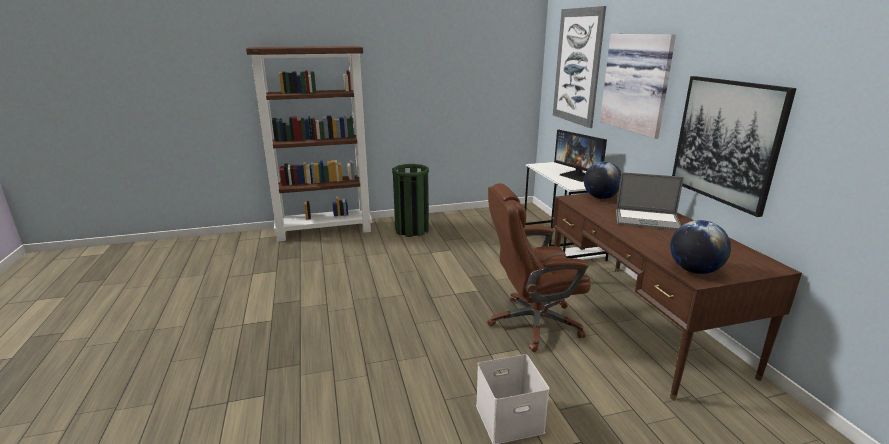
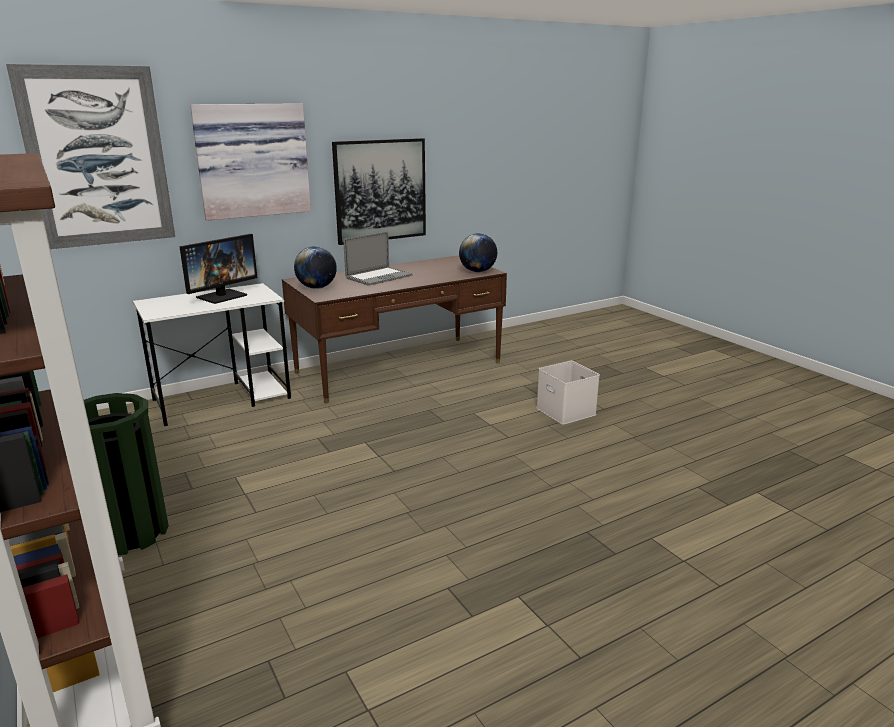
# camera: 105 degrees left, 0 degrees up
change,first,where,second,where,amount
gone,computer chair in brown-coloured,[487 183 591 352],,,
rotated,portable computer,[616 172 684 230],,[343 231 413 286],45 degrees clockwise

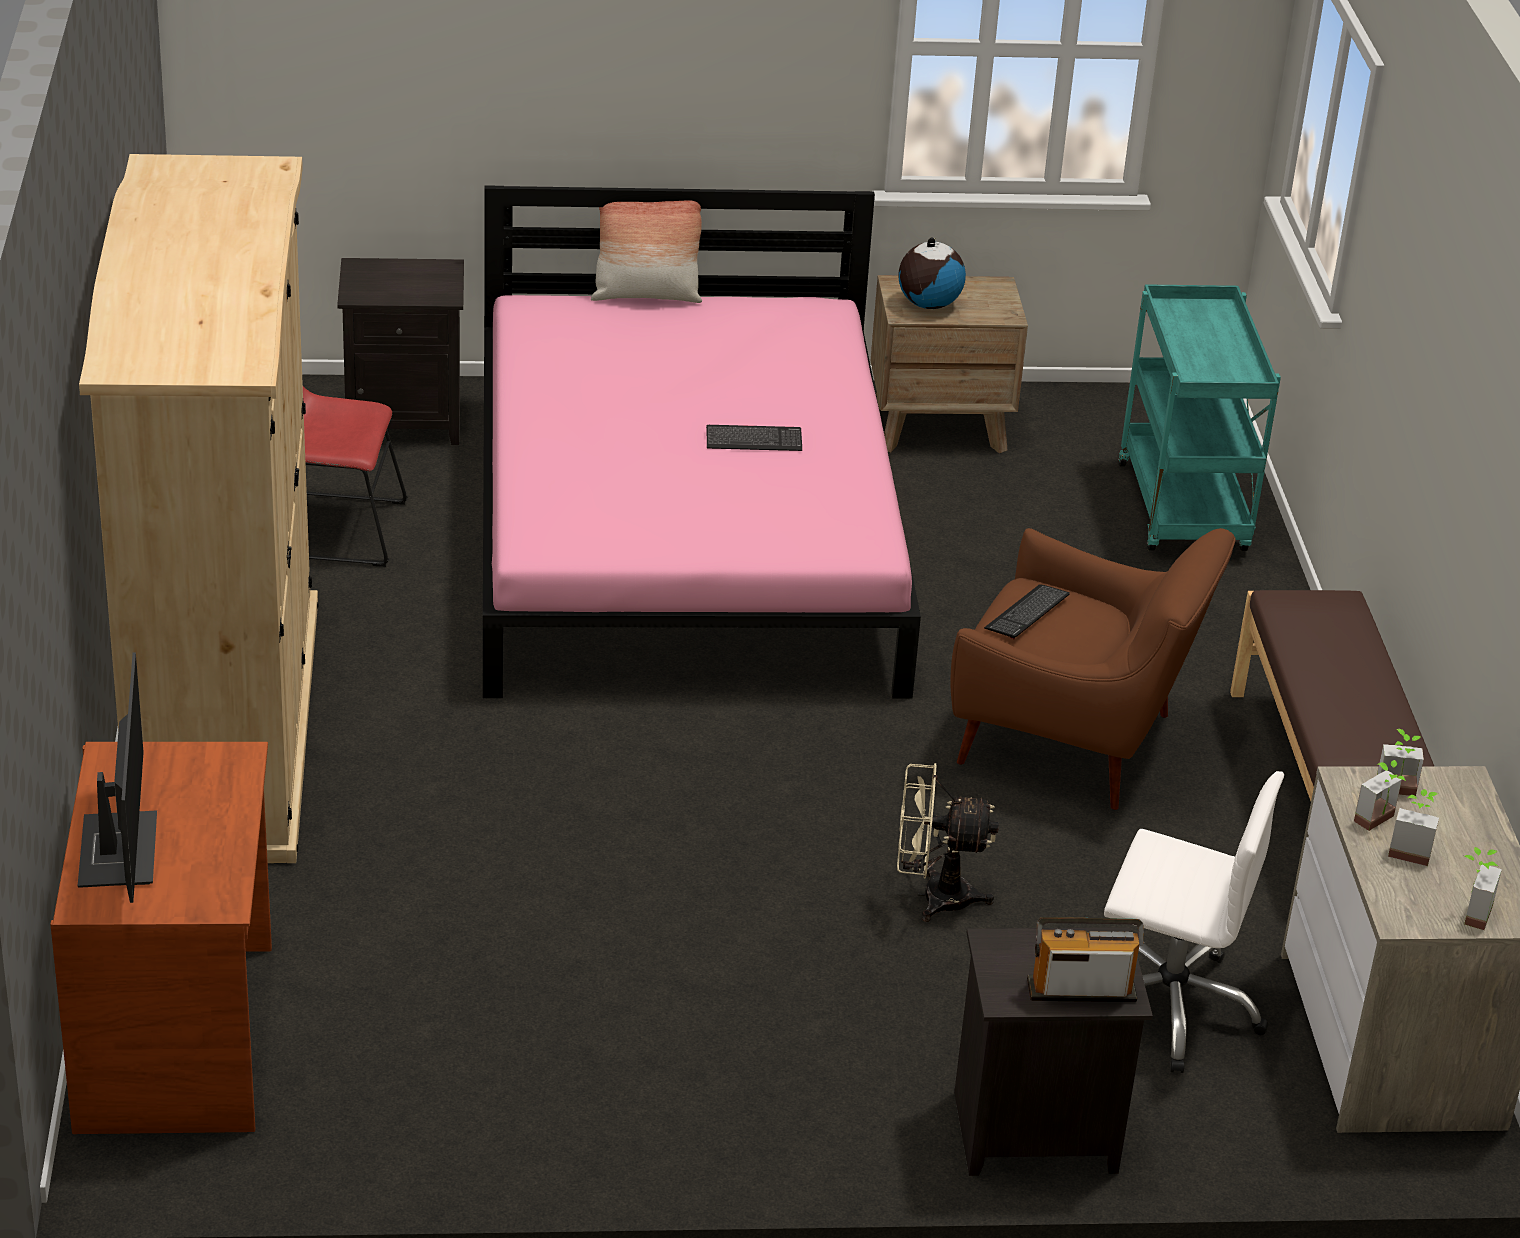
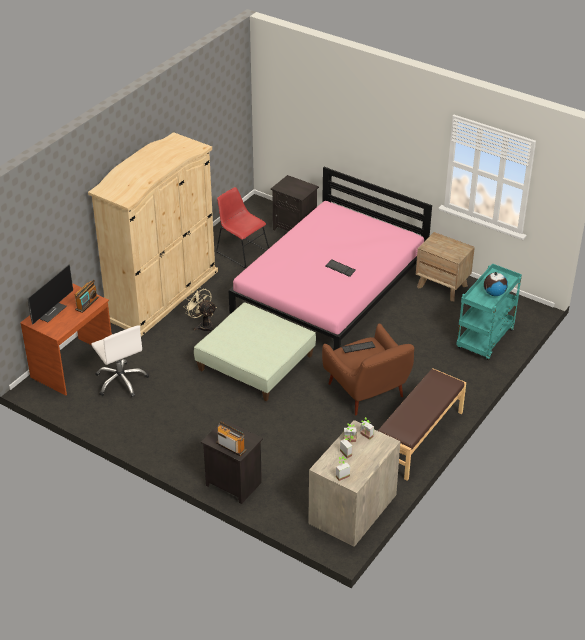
# camera: 40 degrees right, 5 degrees up
change,first,where,second,where,amount
gone,throw pillow,[591 200 702 303],,,
shifted,fan in sand-coloured,[897 763 999 922],,[183 287 217 331],
shifted,desk globe,[898 237 966 309],,[484 272 508 296],
shifted,computer chair in white,[1104 771 1284 1073],,[91 325 149 397],
new,,,radio,[75 280 99 313],
new,,,footrest in green-coloured,[194 302 316 401],

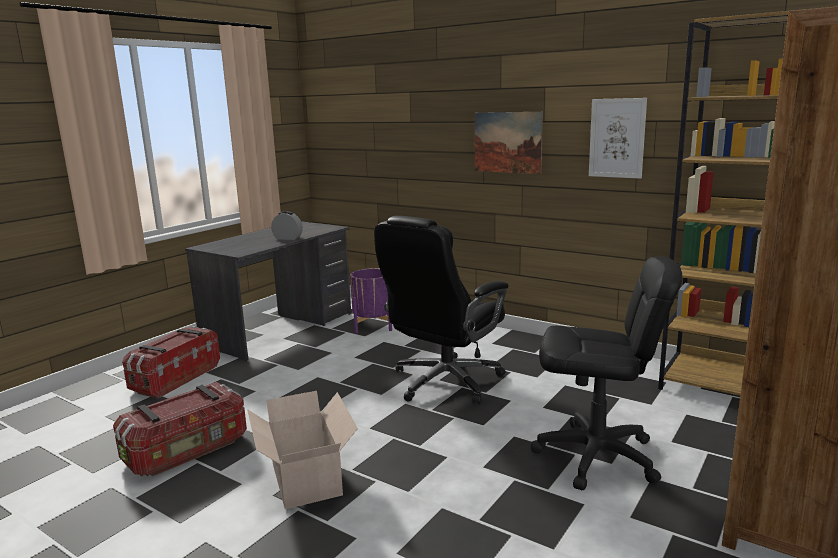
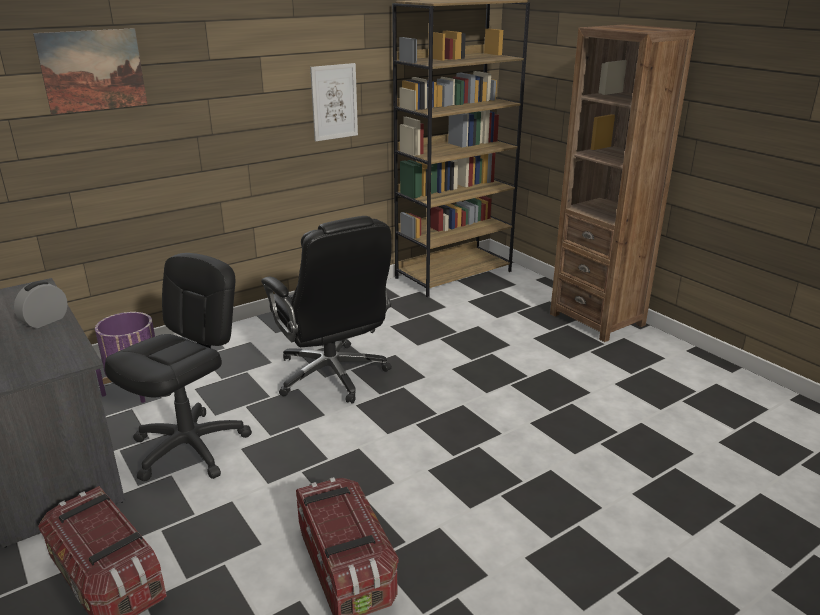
# camera: 70 degrees left, 10 degrees up
change,first,where,second,where,amount
gone,packing box,[247 391 358 509],,,
shifted,picture,[475 112 543 174],,[33 28 147 115],
shifted,computer chair in black,[531 256 682 490],,[105 253 252 481],

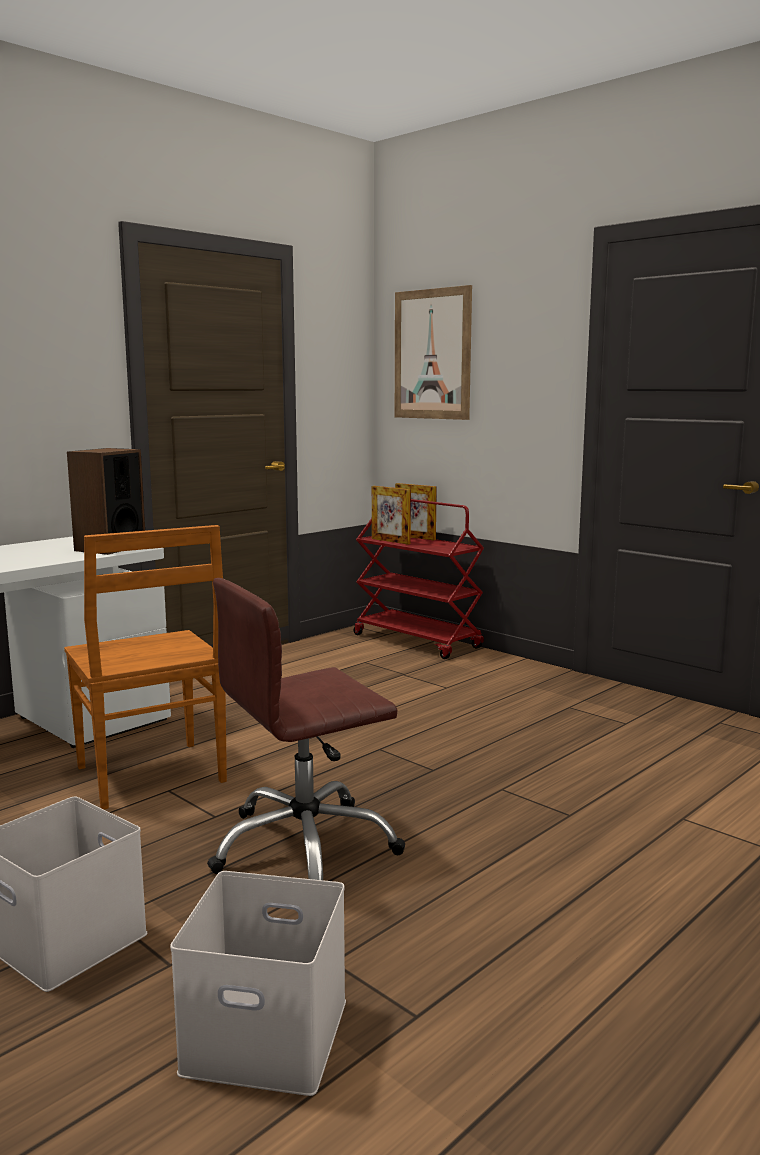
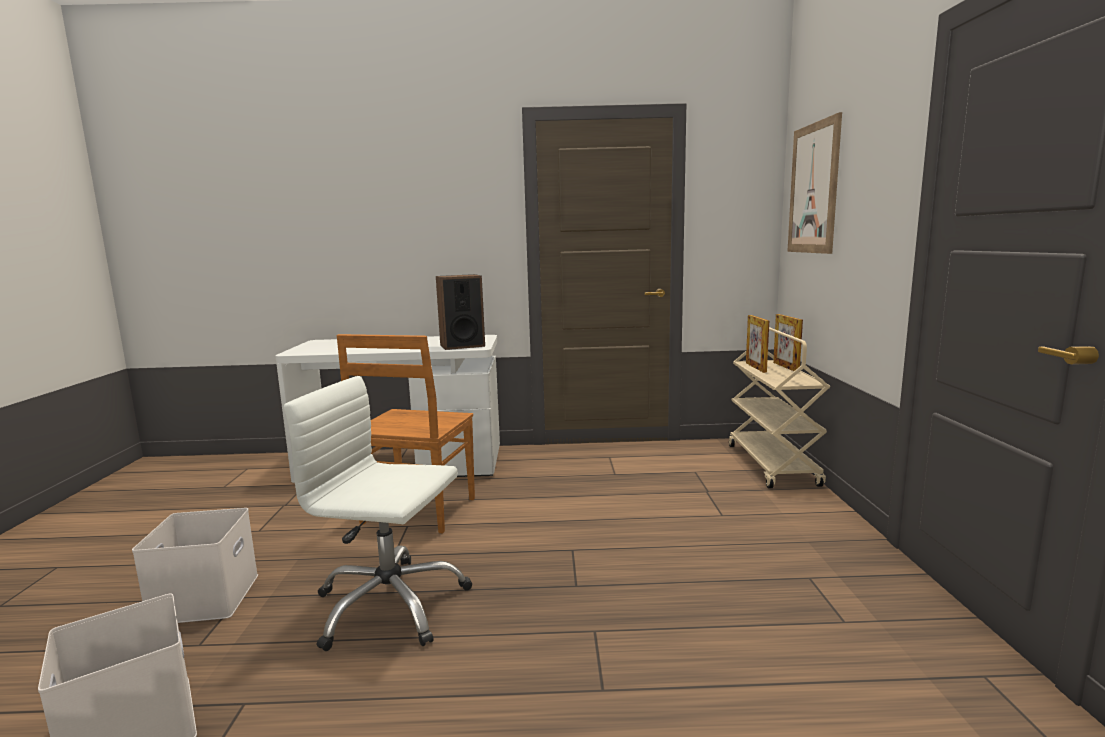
# camera: 45 degrees right, 0 degrees up
change,first,where,second,where,amount
repainted,computer chair in brown-coloured,[207 578 405 880],computer chair in white,[284 376 472 651],
repainted,wheeled cart in reddish,[354 499 484 659],wheeled cart in sand-coloured,[729 327 830 488],

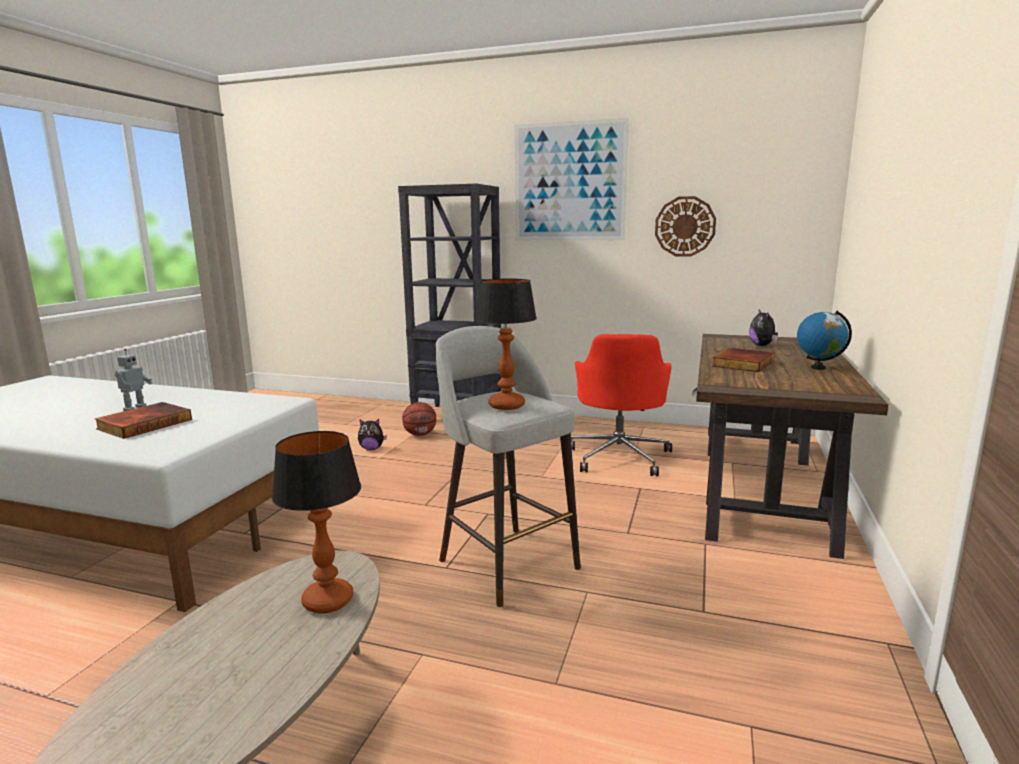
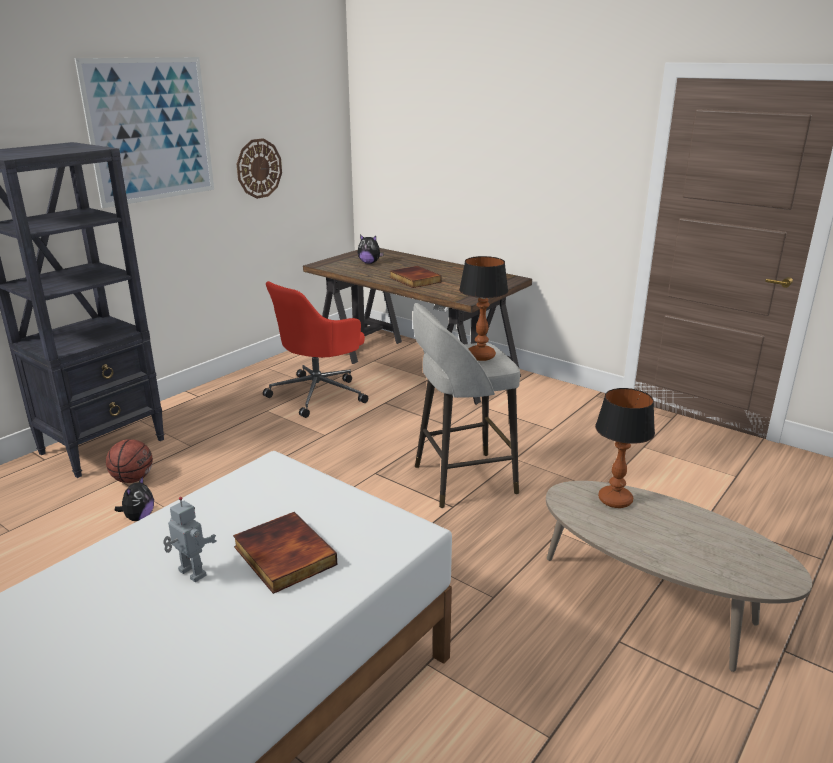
# camera: 70 degrees left, 10 degrees up
change,first,where,second,where,amount
rotated,computer chair in reddish,[571 334 672 476],,[263 281 368 418],105 degrees clockwise
gone,desk globe,[797 311 852 370],,,

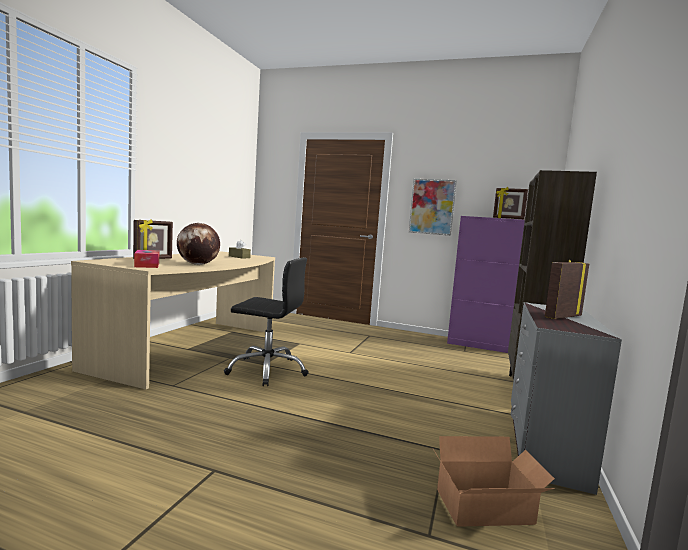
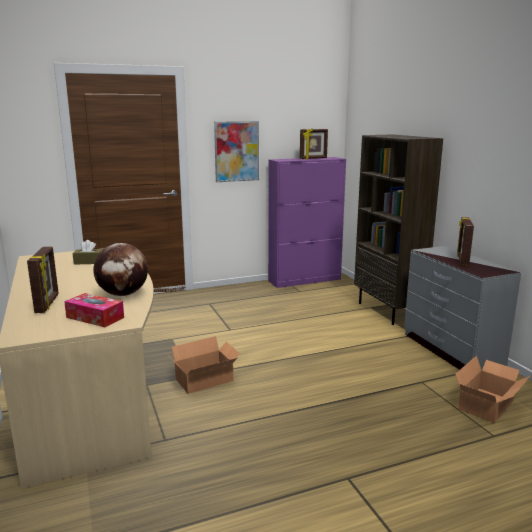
# camera: 40 degrees left, 10 degrees up
change,first,where,second,where,amount
swapped,computer chair in black,[224 258 309 386],packing box,[170 336 239 394],

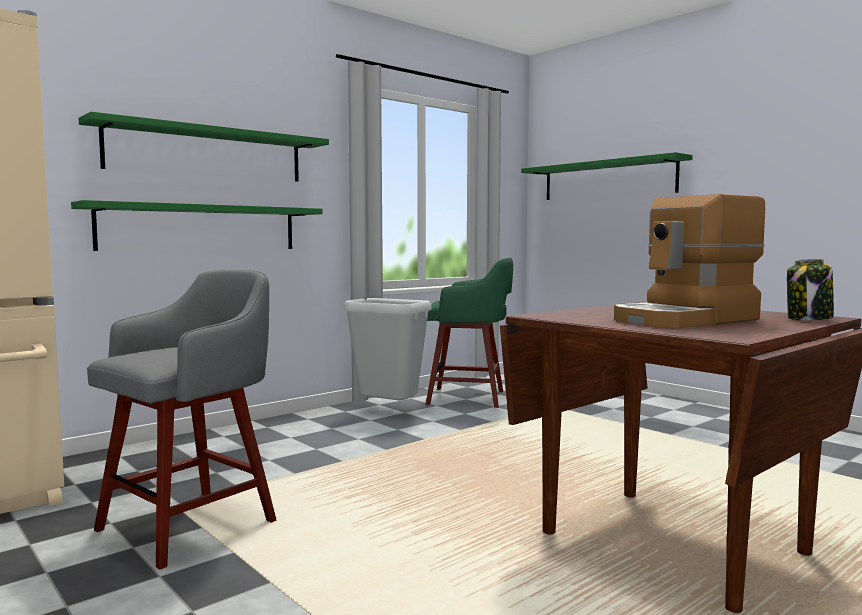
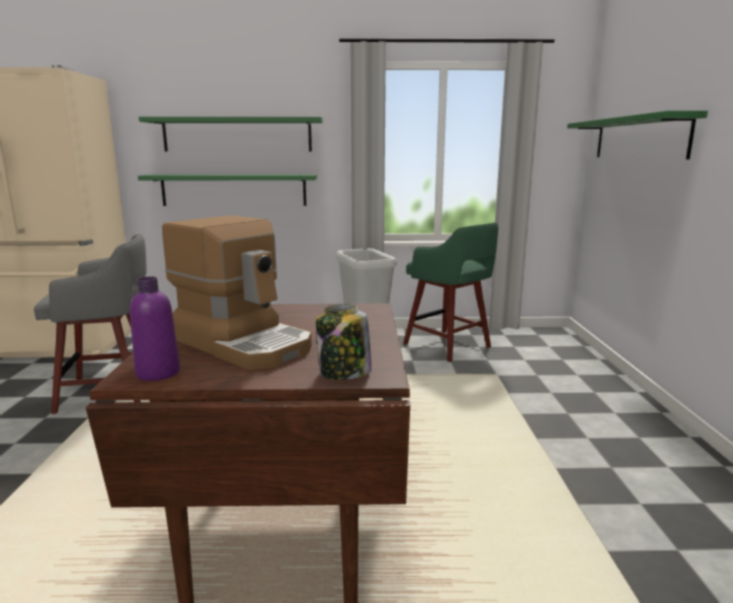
# camera: 40 degrees right, 10 degrees up
change,first,where,second,where,amount
rotated,coffee maker,[614 194 765 328],,[162 215 312 370],150 degrees counterclockwise
new,,,bottle in purplish,[130 276 180 381],

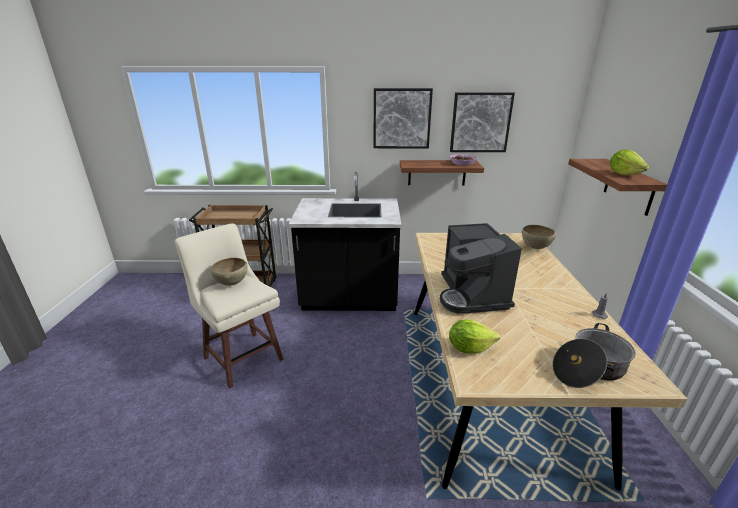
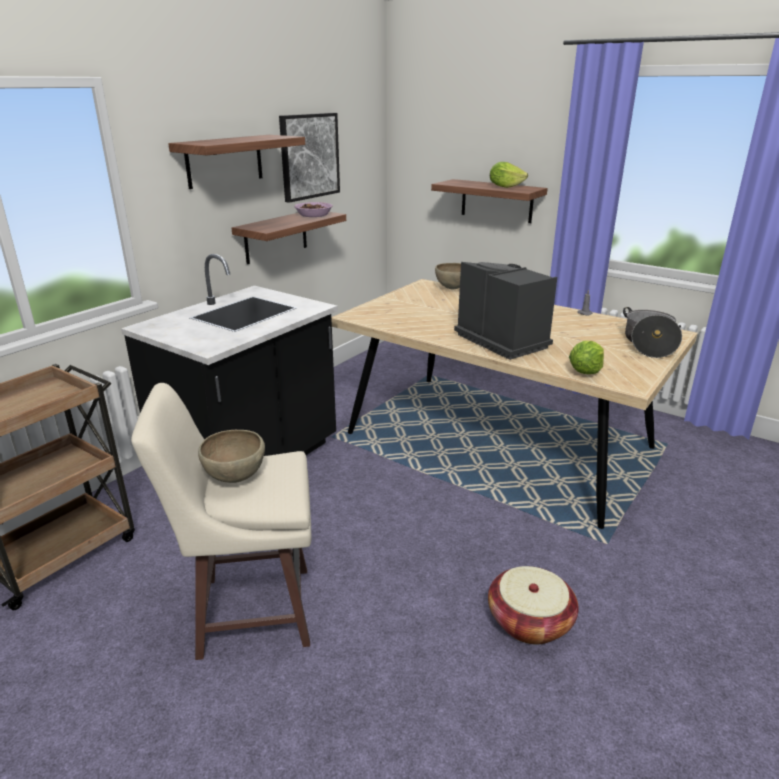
# camera: 55 degrees left, 0 degrees up
change,first,where,second,where,amount
swapped,picture,[374 88 433 148],wall shelf,[168 135 305 189],
rotated,coffee maker,[440 223 522 314],,[454 262 557 360],150 degrees counterclockwise
new,,,basket,[488 566 579 644],

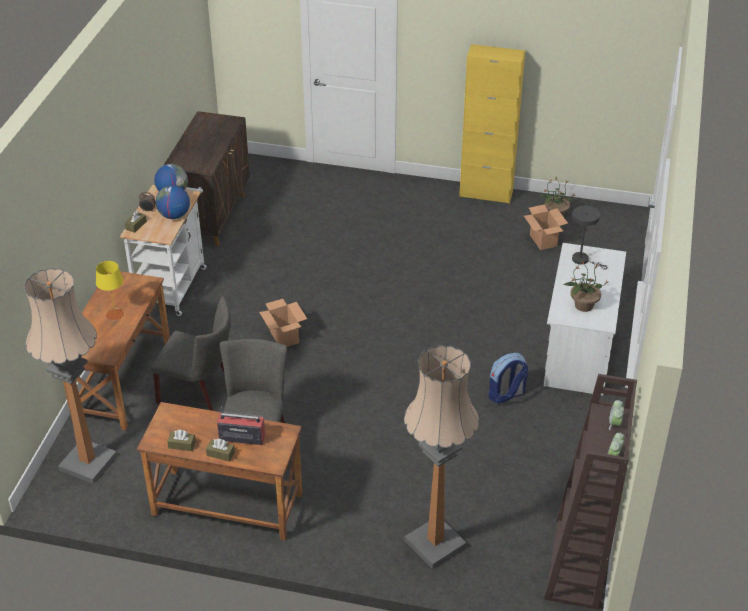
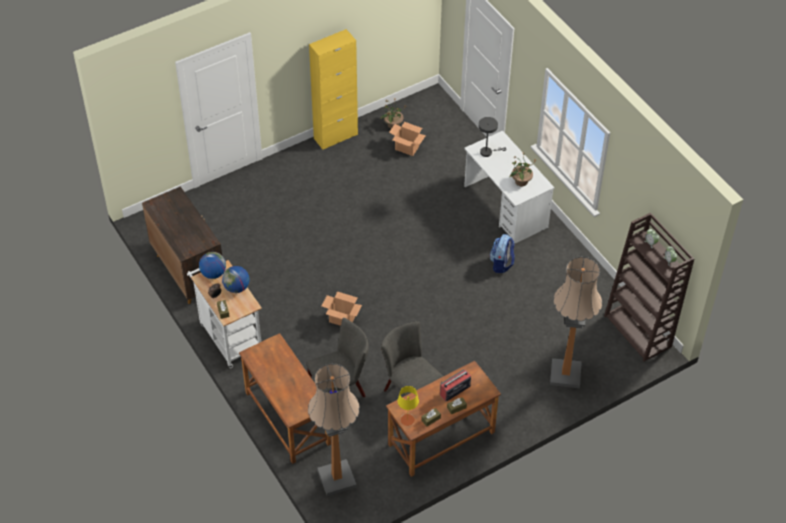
# camera: 45 degrees left, 10 degrees up
change,first,where,second,where,amount
shifted,table lamp in yellowish,[96 261 125 321],,[398 386 419 426],

